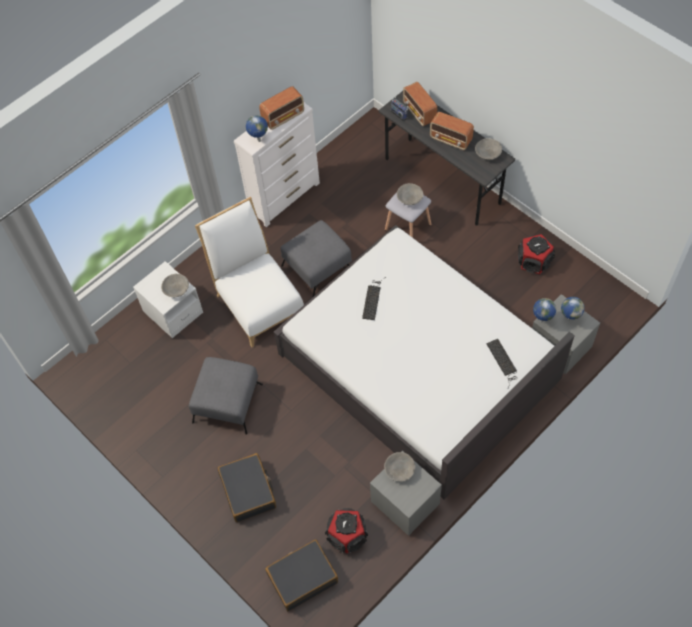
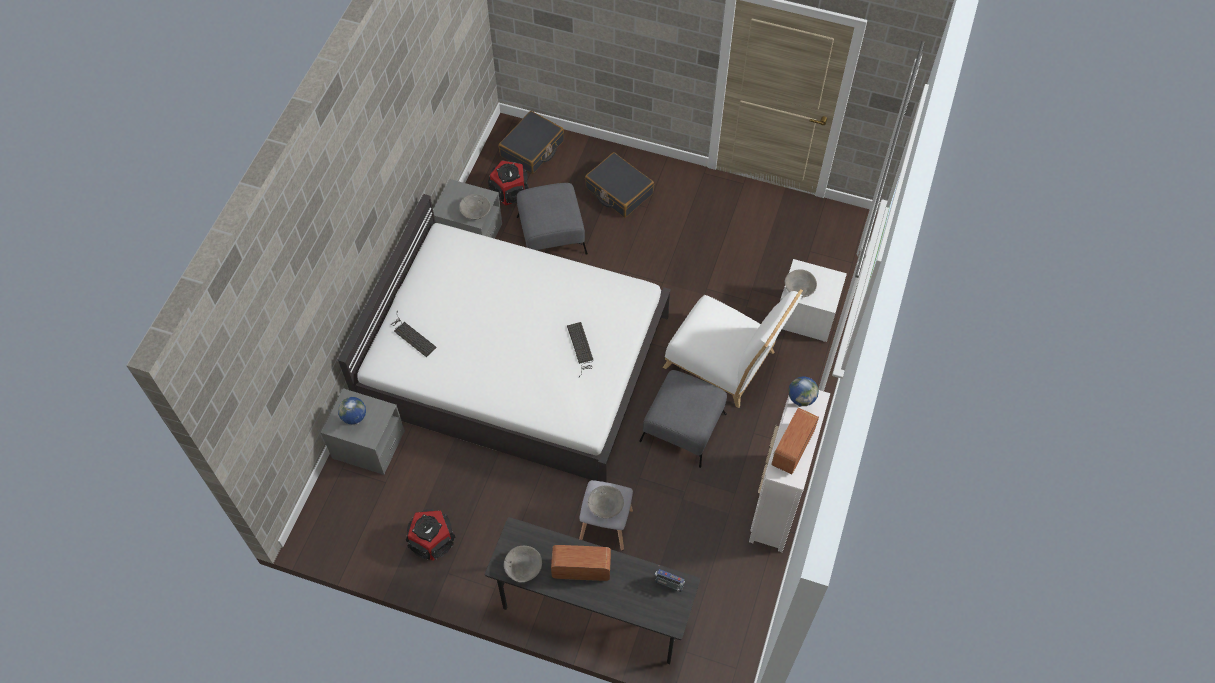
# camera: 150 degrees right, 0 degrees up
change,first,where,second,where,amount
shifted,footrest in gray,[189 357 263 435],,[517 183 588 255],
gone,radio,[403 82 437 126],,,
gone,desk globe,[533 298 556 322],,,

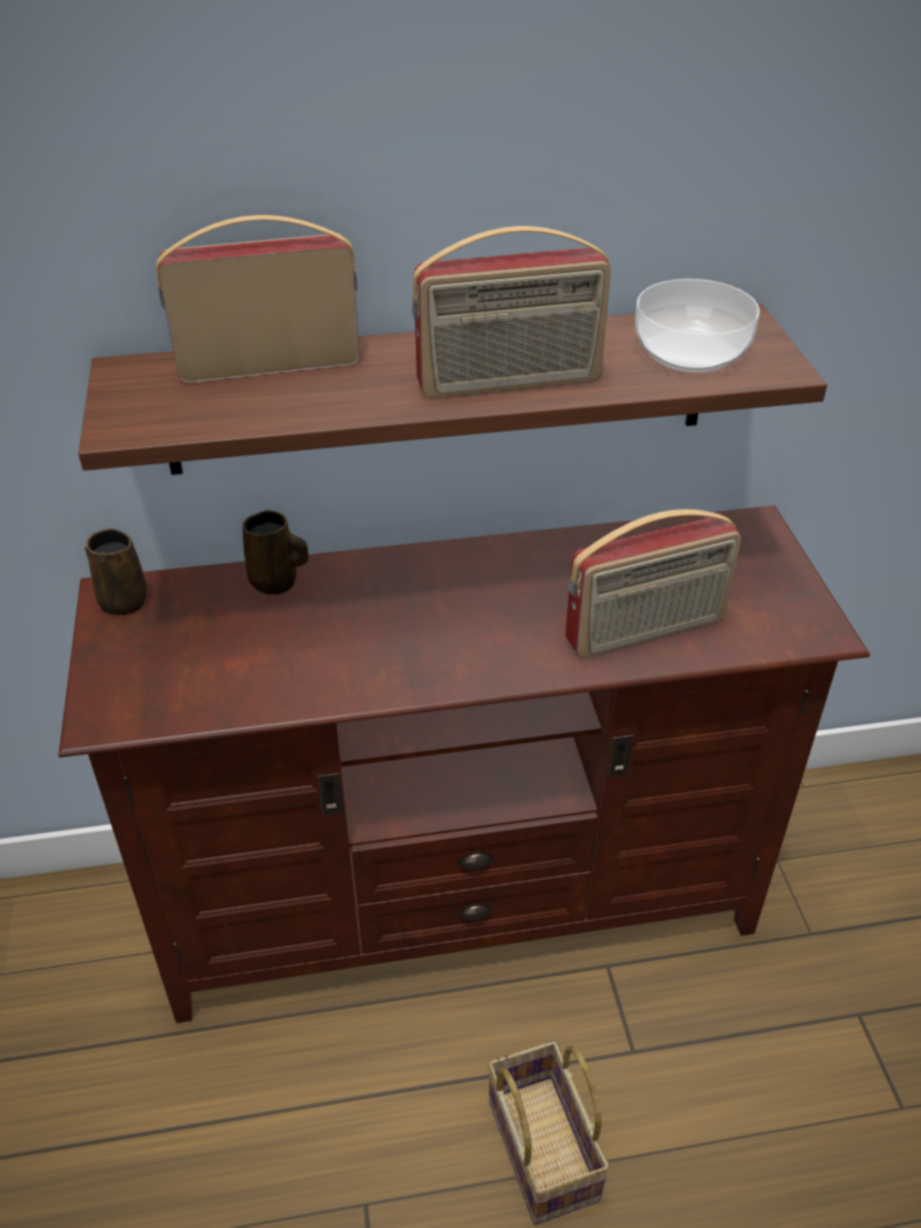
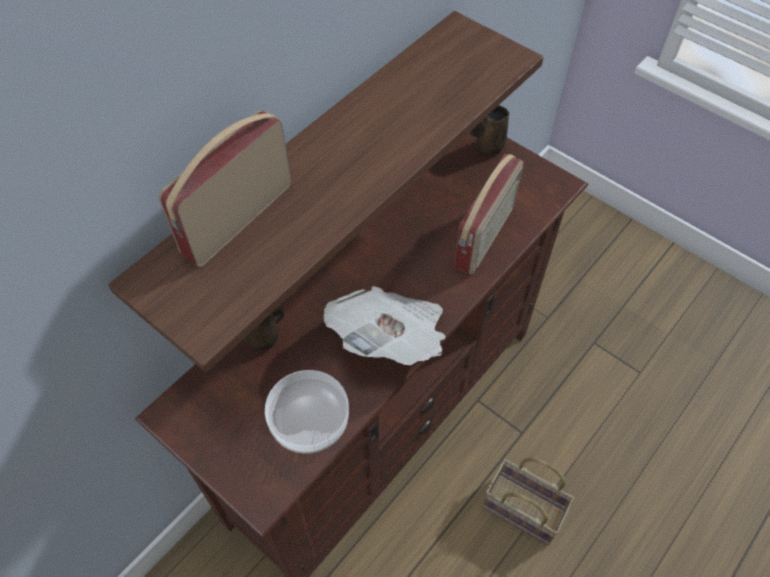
# camera: 40 degrees left, 15 degrees up
change,first,where,second,where,amount
shifted,mug in brown-coloured,[85 529 147 615],,[469 105 509 156],
gone,radio,[412 226 611 398],,,
shifted,deep dish,[635 279 760 373],,[265 370 349 454],
new,,,newspaper,[323 286 446 365],

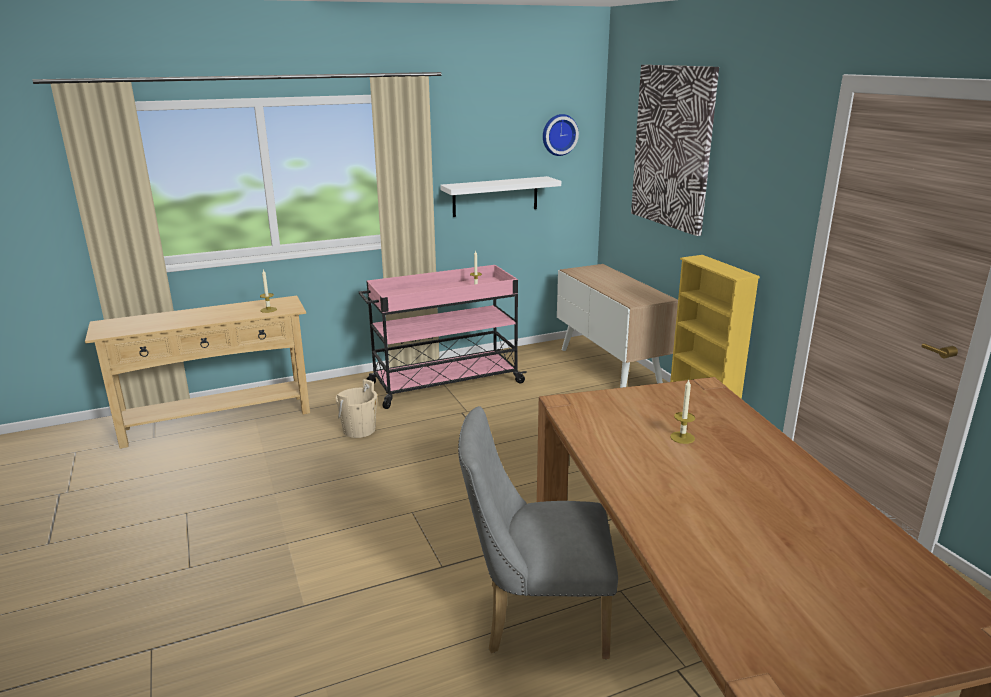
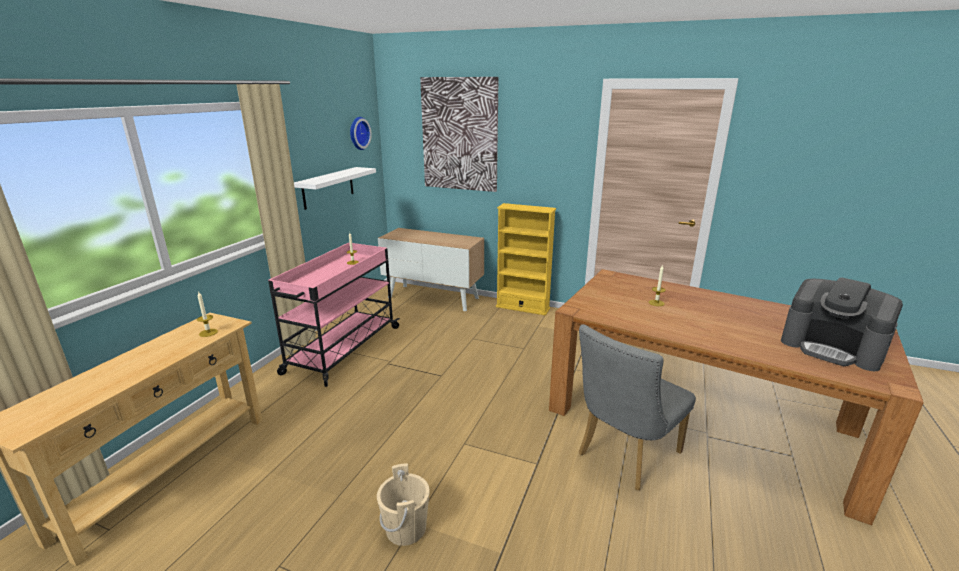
# camera: 45 degrees left, 0 degrees up
change,first,where,second,where,amount
shifted,pail in sand-coloured,[336 379 377 438],,[377 464 430 546],
new,,,coffee maker,[781 278 903 371],

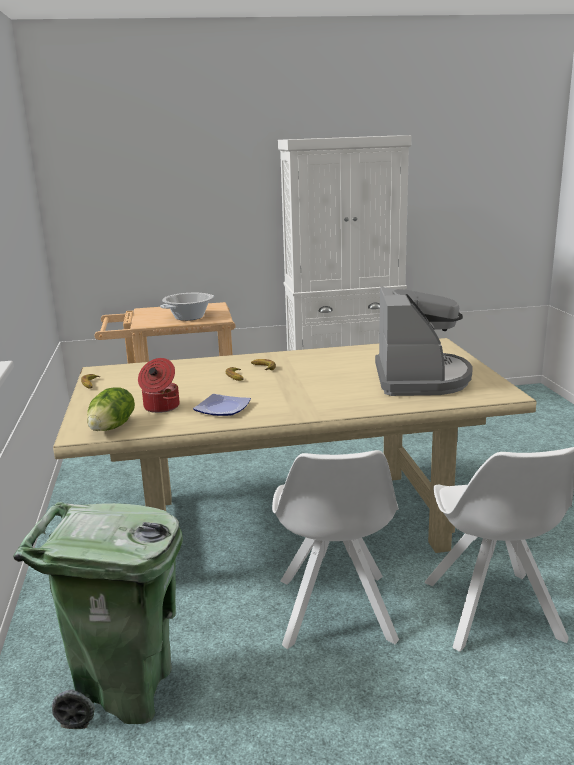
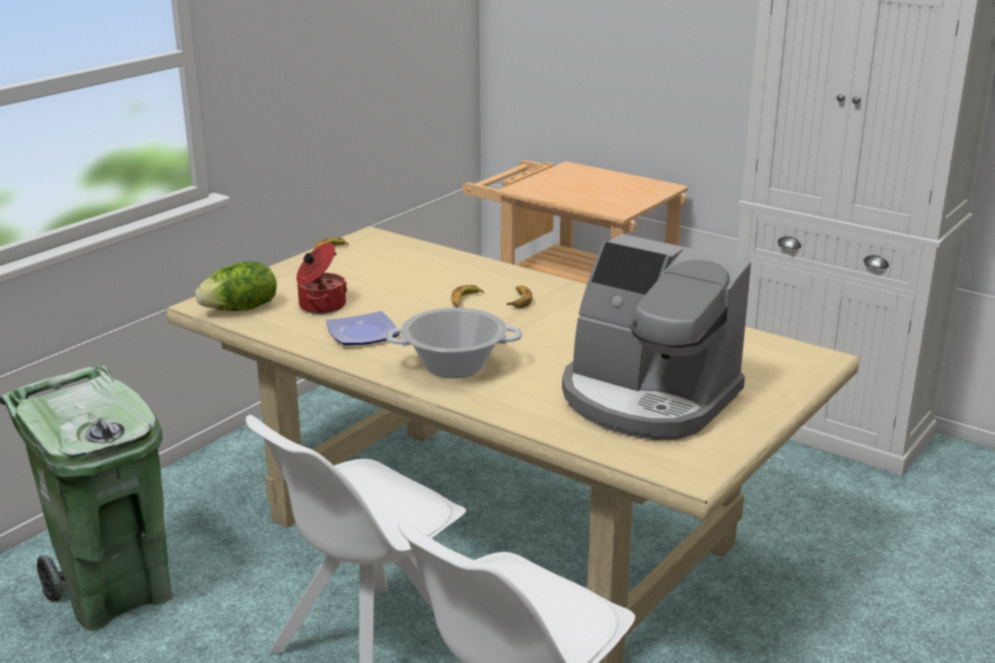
# camera: 45 degrees right, 5 degrees up
change,first,where,second,where,amount
shifted,cooking pot,[160 293 214 321],,[385 308 522 378],
rotated,coffee maker,[375 287 473 396],,[562 234 751 440],75 degrees clockwise

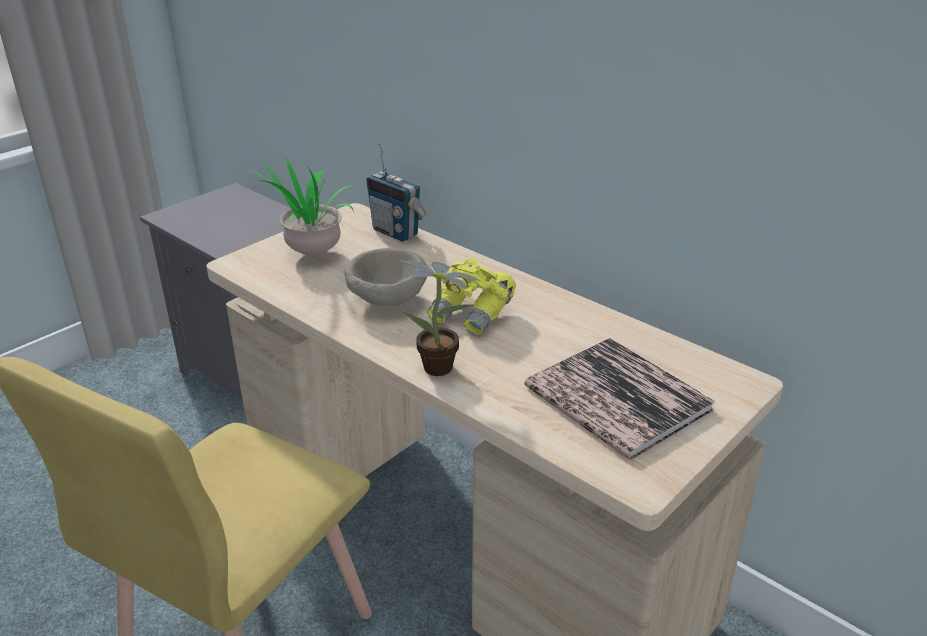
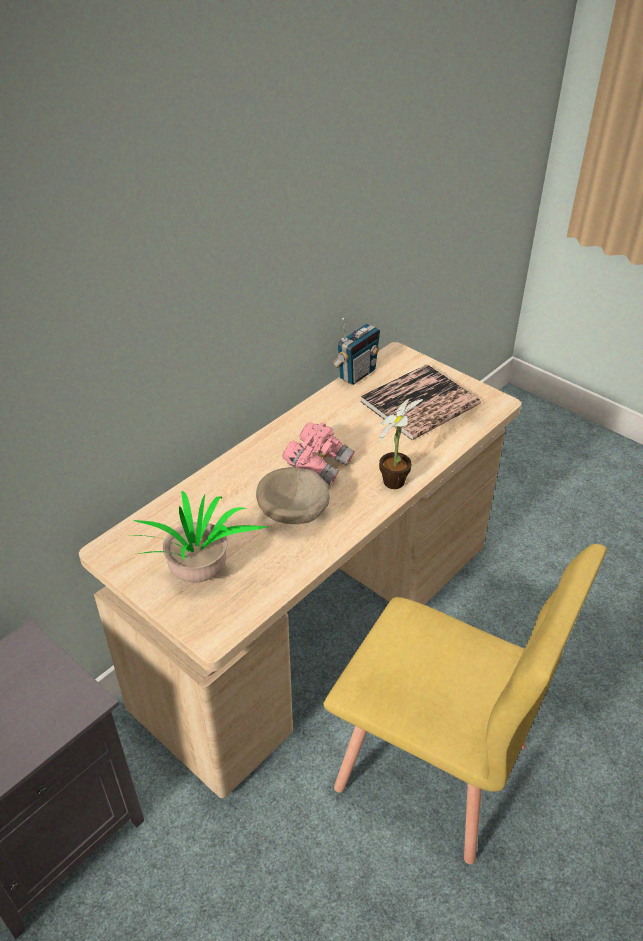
# camera: 90 degrees left, 10 degrees up
change,first,where,second,where,amount
shifted,radio,[366 144 426 242],,[333 318 380 385],
repainted,binoculars in yellowish,[427 258 516 335],binoculars in pink,[282 422 355 485],

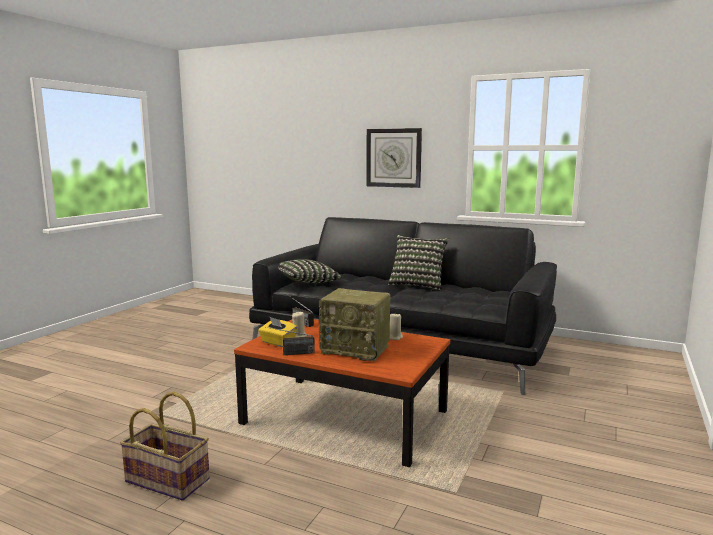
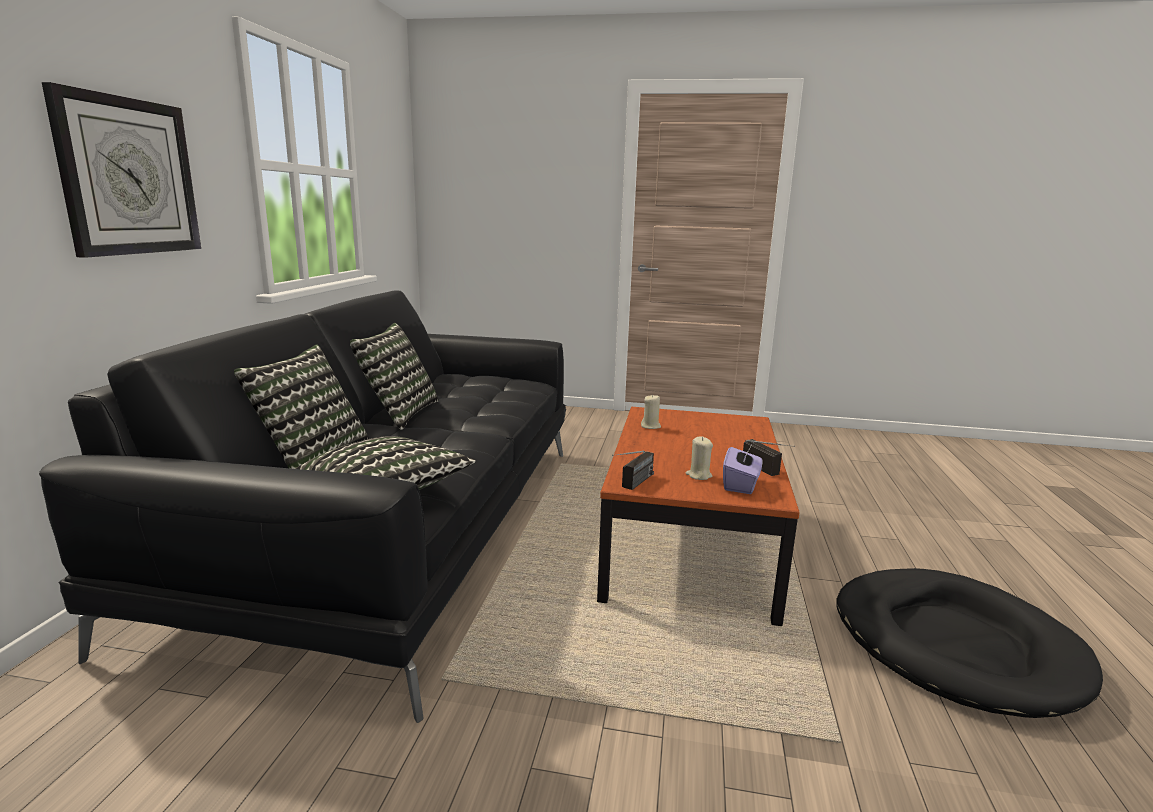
# camera: 105 degrees left, 5 degrees up
change,first,where,second,where,amount
swapped,basket,[120 392 210 501],dog bed in black,[836 568 1103 718],
repainted,tissue box in yellowish,[258 317 297 347],tissue box in purplish,[723 443 763 494],
gone,radio,[319 288 391 361],,,
new,,,throw pillow,[234 344 369 469],

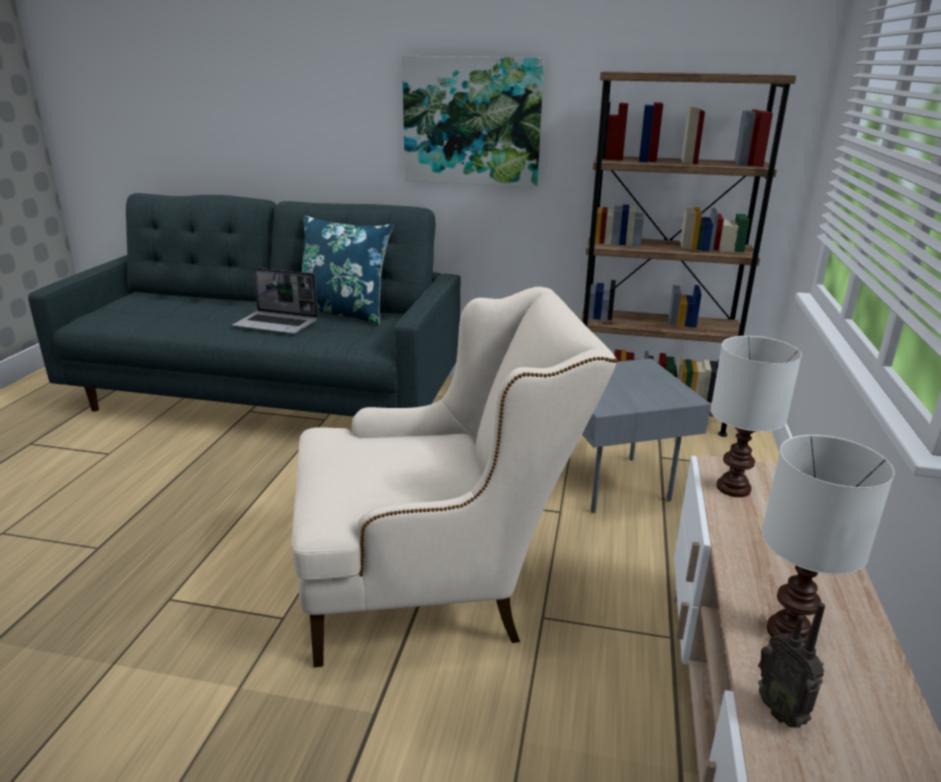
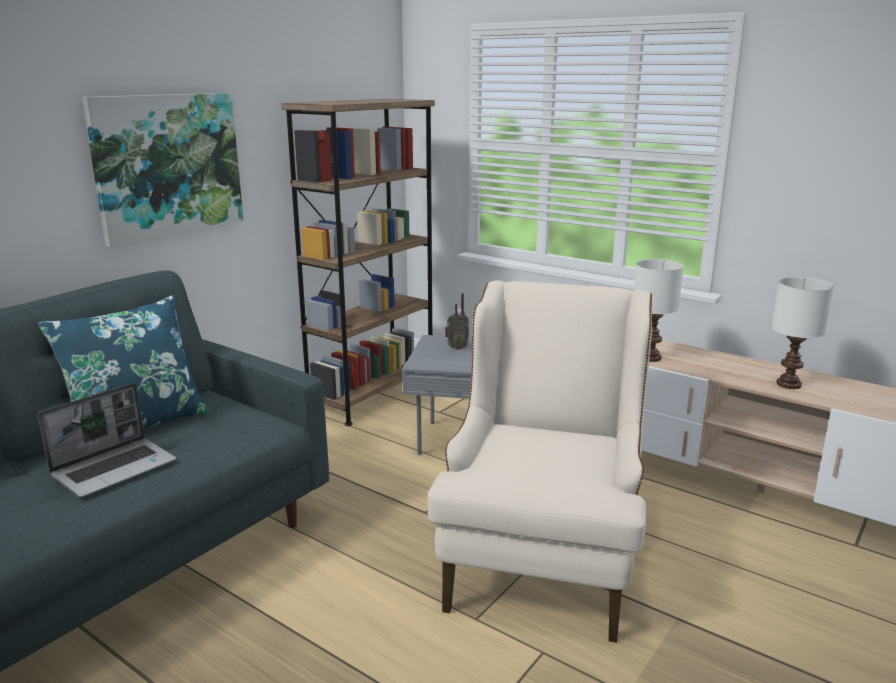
# camera: 65 degrees left, 5 degrees down
change,first,where,second,where,amount
shifted,radio,[758 603 825 728],,[445 293 469 350],

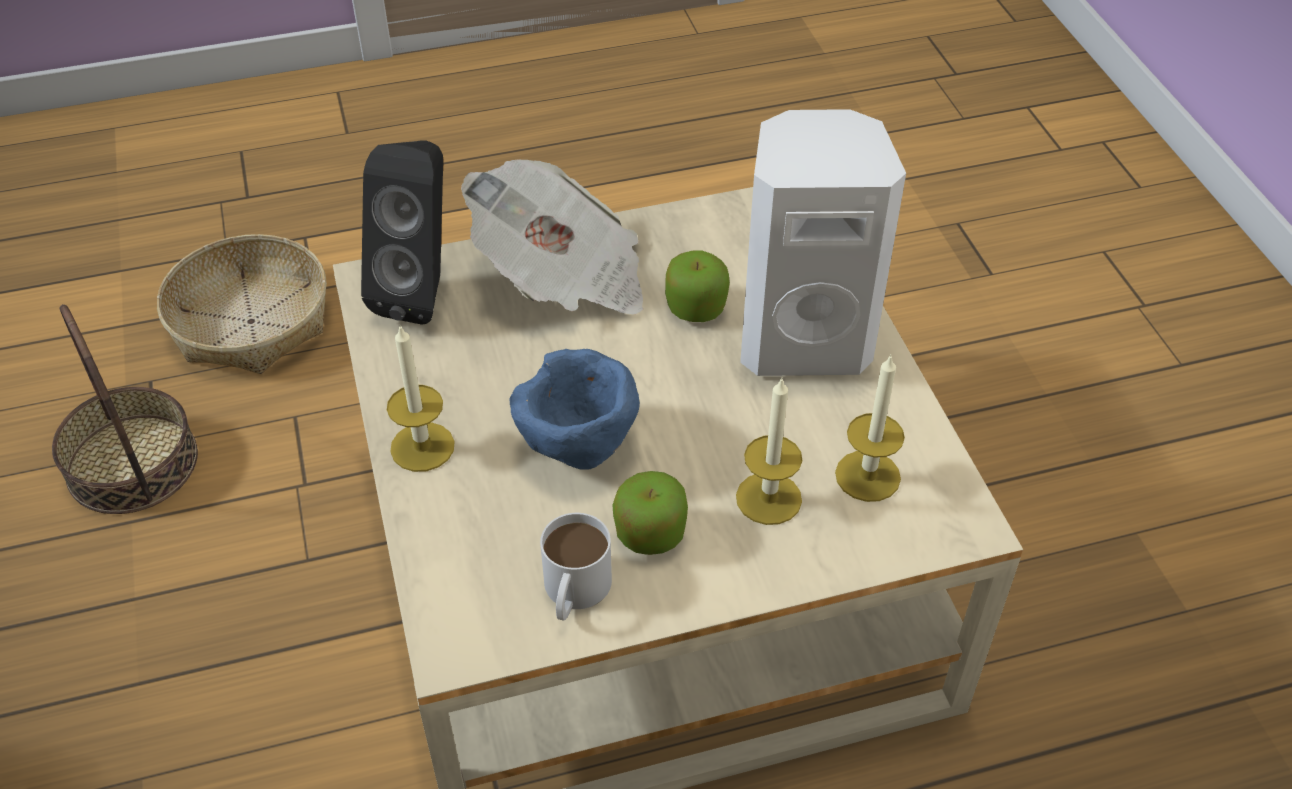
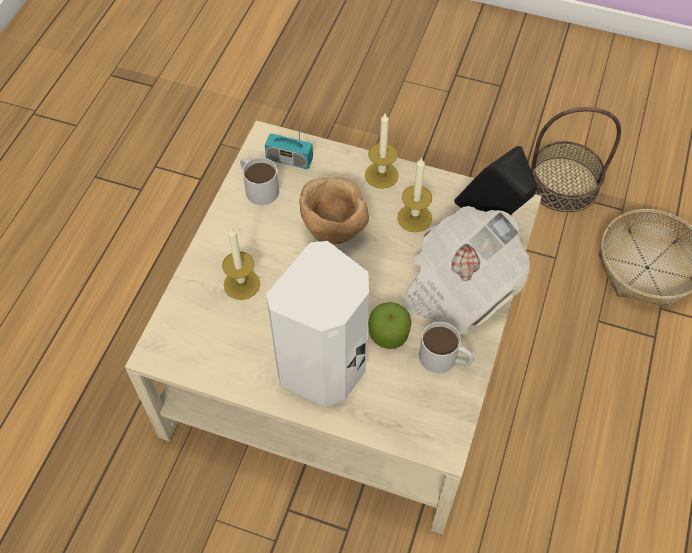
# camera: 125 degrees right, 10 degrees up
change,first,where,second,where,amount
repainted,deep dish in blue-coloured,[510 349 640 470],deep dish in brown-coloured,[299 177 369 244],
gone,apple,[612 471 688 555],,,
shifted,candle,[835 354 905 502],,[397 157 432 232],
new,,,radio,[265 118 313 169],
new,,,mug in white,[419 322 474 373],

